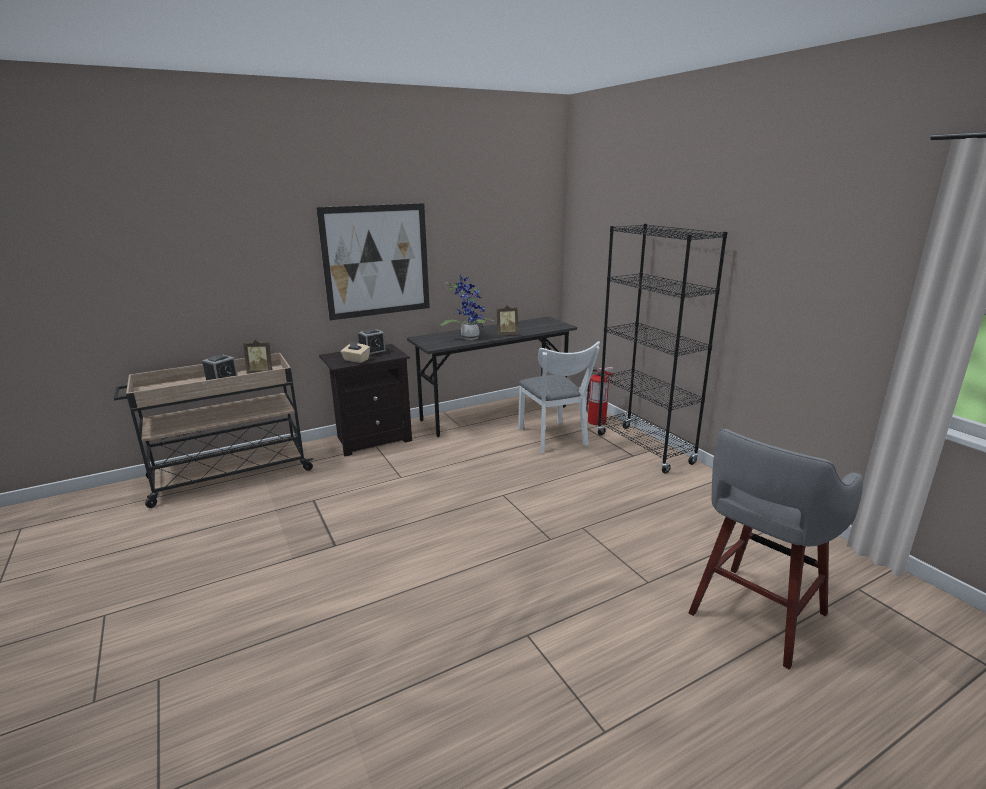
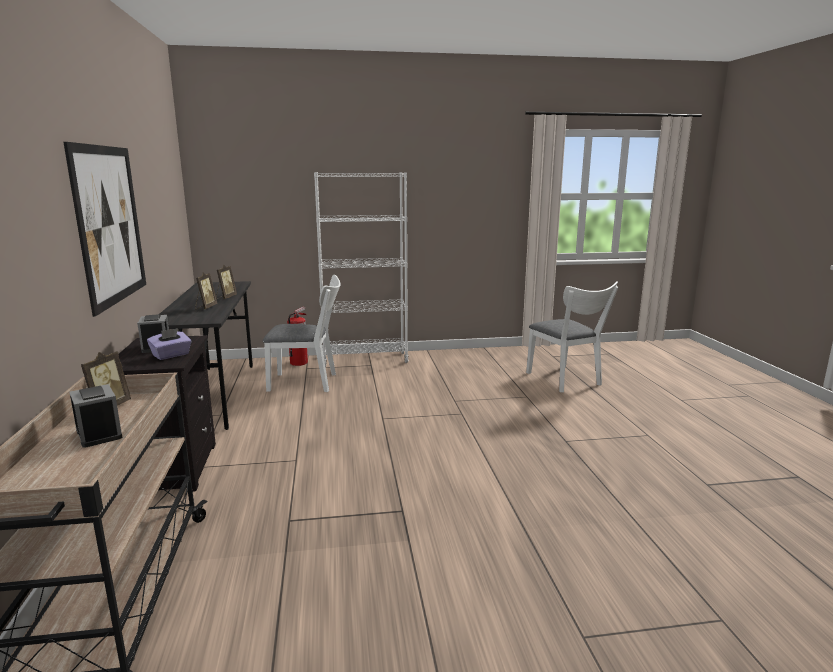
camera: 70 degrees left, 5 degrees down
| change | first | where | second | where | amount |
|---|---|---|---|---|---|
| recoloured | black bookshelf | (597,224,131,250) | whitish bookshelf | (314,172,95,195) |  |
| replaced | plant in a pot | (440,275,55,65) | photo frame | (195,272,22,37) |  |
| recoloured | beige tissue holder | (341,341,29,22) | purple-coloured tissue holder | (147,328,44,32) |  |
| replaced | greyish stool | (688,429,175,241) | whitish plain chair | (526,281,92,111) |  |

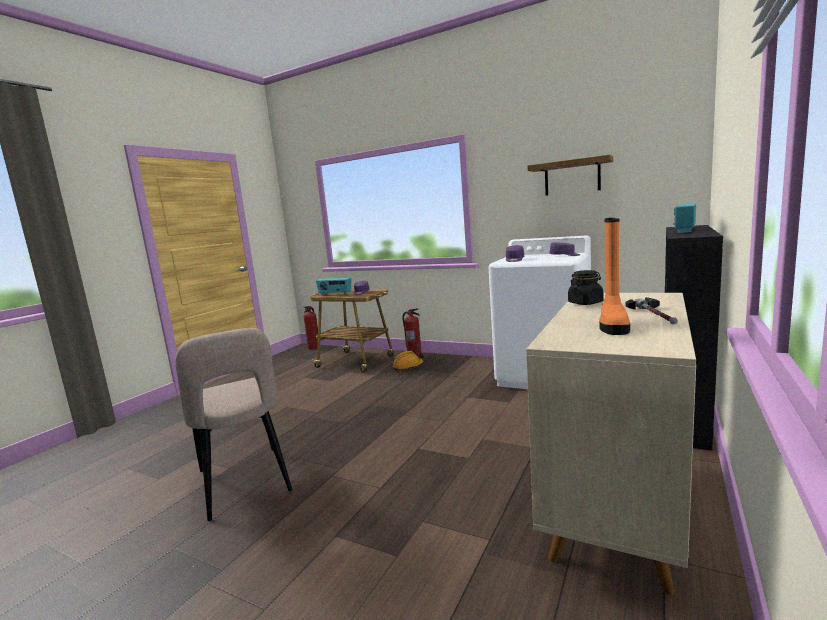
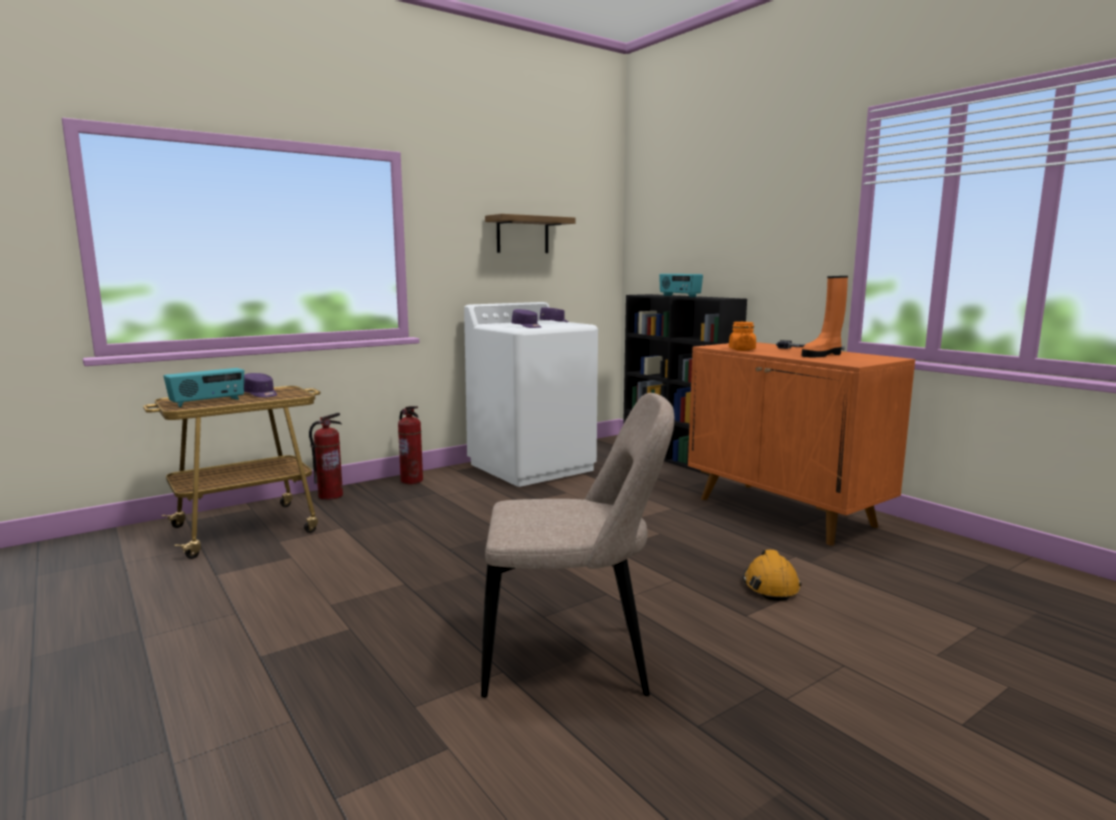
camera: 65 degrees left, 0 degrees up
| change | first | where | second | where | amount |
|---|---|---|---|---|---|
| turned | orangey tall boot | (599,218,31,117) |  | (802,276,46,81) | 105 degrees clockwise |
| recoloured | black storage jar | (568,270,36,35) | orangey storage jar | (729,322,27,29) |  |
| recoloured | beige storage cabinet | (526,293,170,302) | orangey storage cabinet | (688,342,227,203) |  |
| moved | fire-fighting cylinder | (303,306,15,44) |  | (398,406,25,78) |  |
| moved | orangey safety helmet | (393,351,31,19) |  | (743,550,58,51) |  |

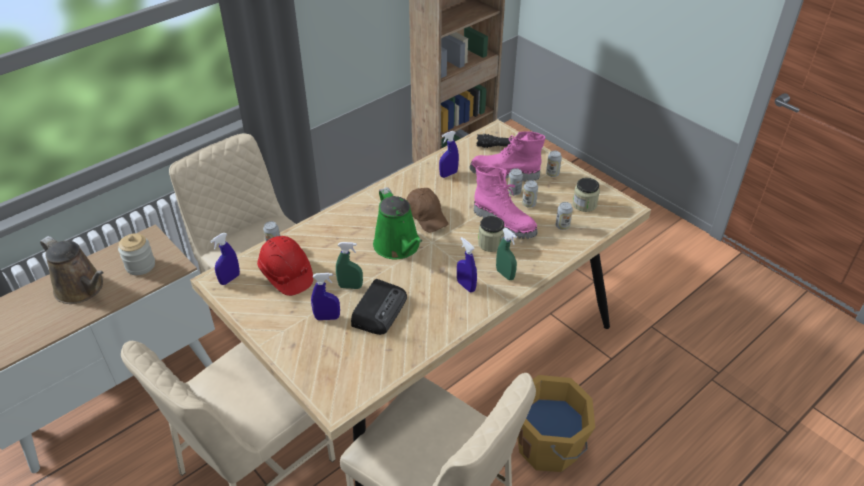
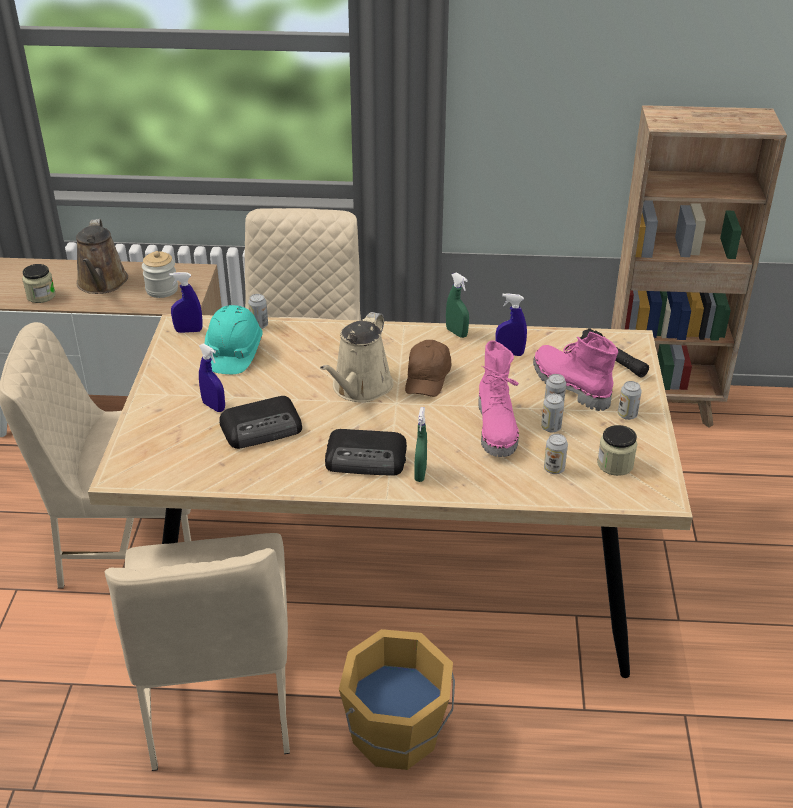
camera: 45 degrees right, 5 degrees down
| change | first | where | second | where | amount |
|---|---|---|---|---|---|
| recoloured | greenish sprinkling can | (373,187,49,72) | beige sprinkling can | (320,312,73,90) |  |
| moved | storage jar | (478,216,27,36) |  | (22,264,34,39) |  |
| recoloured | red safety helmet | (257,236,56,60) | blue-green safety helmet | (205,305,58,69) |  |
| replaced | blue spray bottle | (457,237,20,56) | radio | (325,429,82,47) |  |
| moved | greenish spray bottle | (336,242,27,47) |  | (446,272,23,66) |  |

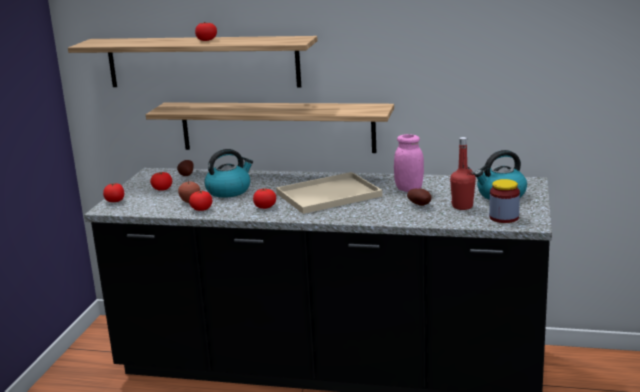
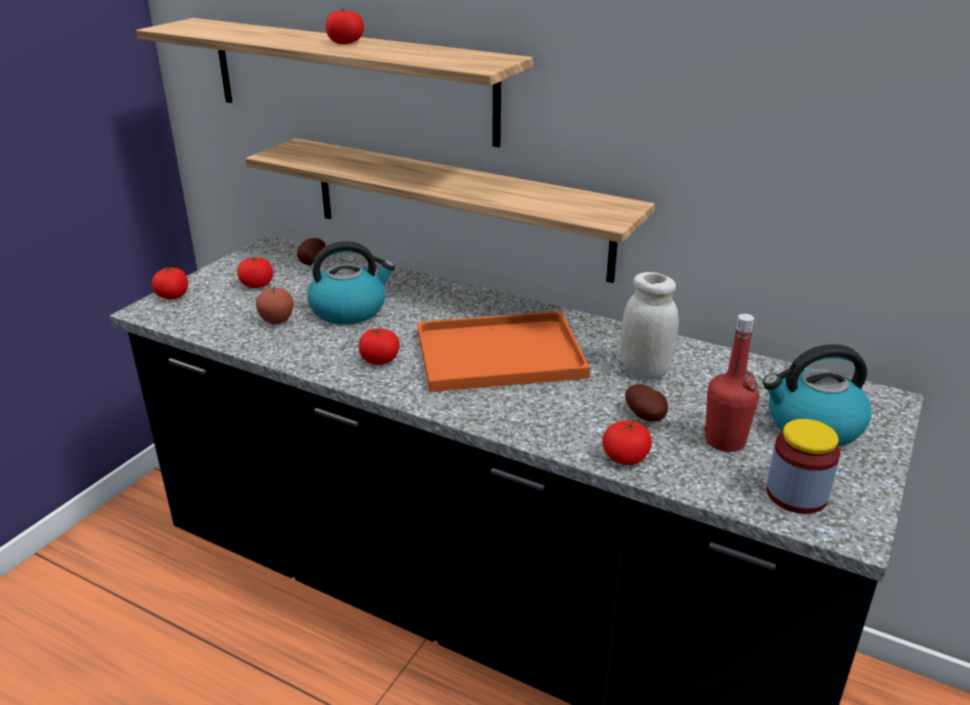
camera: 15 degrees right, 10 degrees up
| change | first | where | second | where | amount |
|---|---|---|---|---|---|
| recoloured | pink storage jar | (394,134,30,58) | whitish storage jar | (620,272,59,108) |  |
| recoloured | beige serving tray | (276,172,106,42) | orangey serving tray | (417,311,173,81) |  |
| moved | tomato | (189,190,24,21) |  | (603,420,49,45) |  |

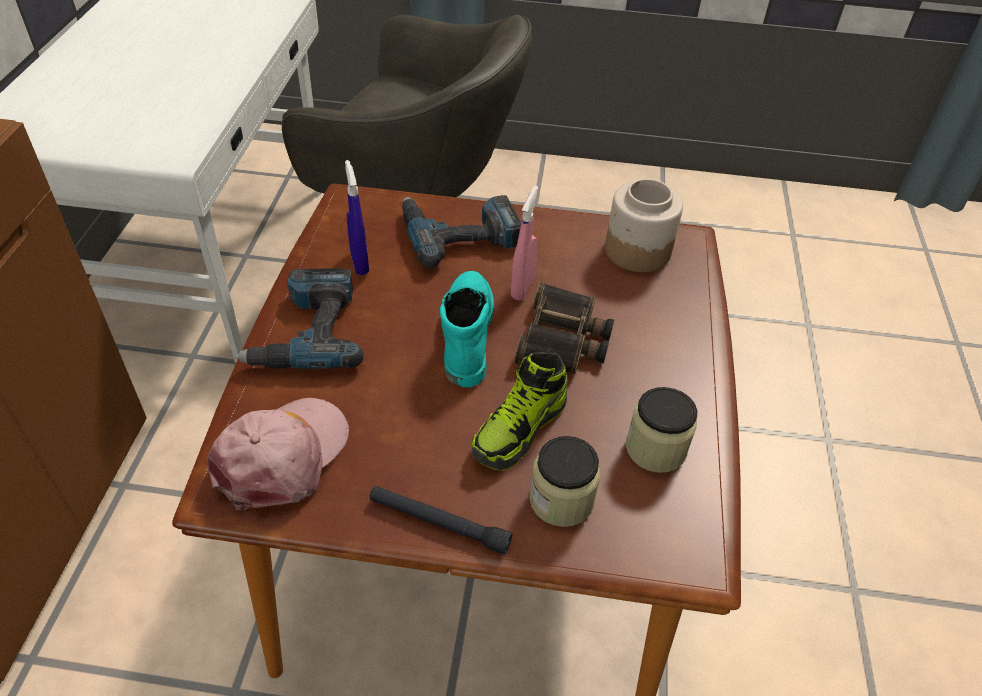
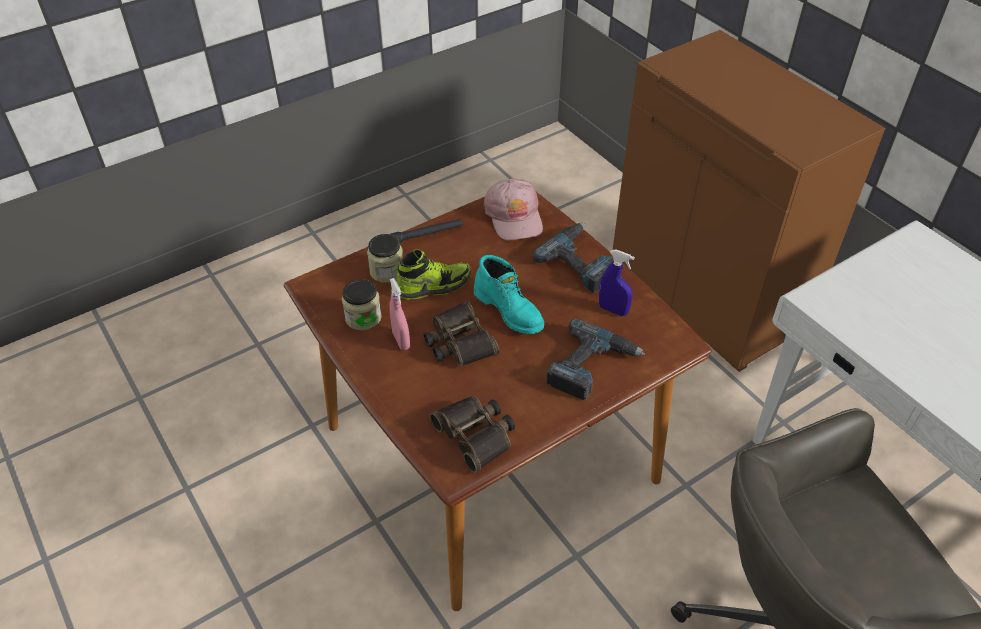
camera: 140 degrees right, 0 degrees up
| change | first | where | second | where | amount |
|---|---|---|---|---|---|
| replaced | storage jar | (605,179,78,93) | field glasses | (430,396,85,77) |  |
| moved | pink spray bottle | (511,185,27,116) |  | (389,278,21,72) |  |
| turned | low shoe | (472,352,95,119) |  | (397,249,74,51) | 75 degrees clockwise |

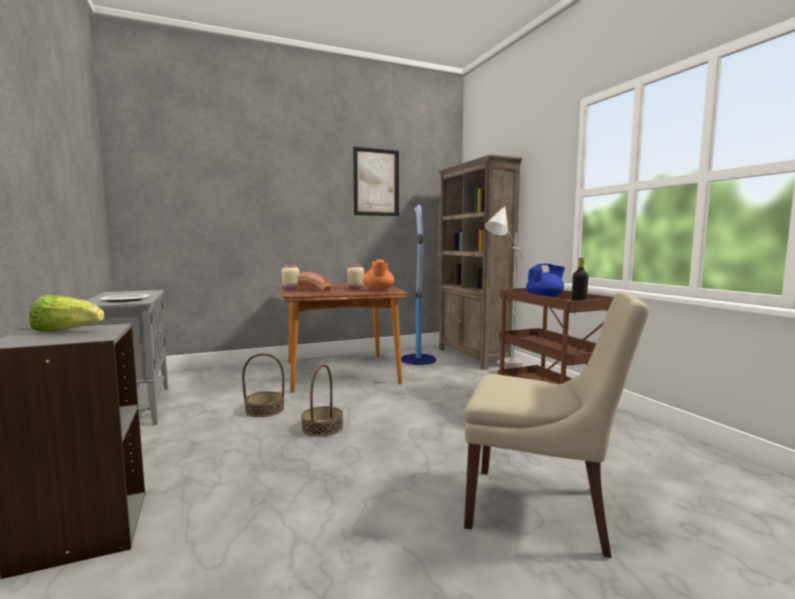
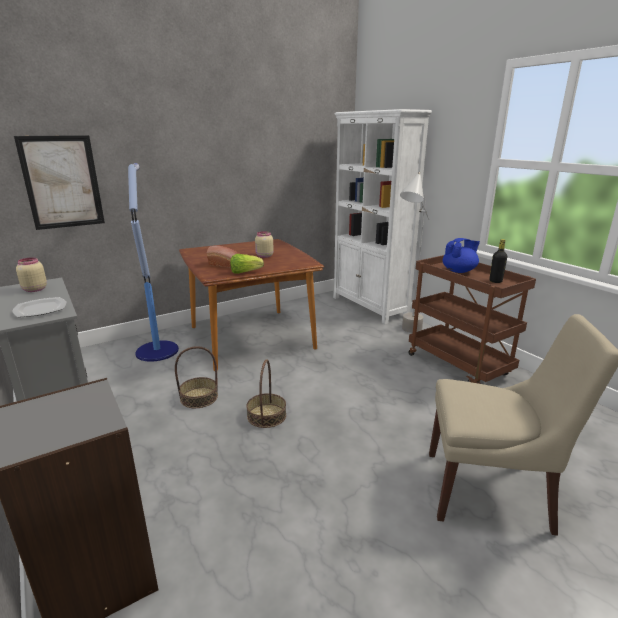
camera: 10 degrees left, 15 degrees up
| change | first | where | second | where | amount |
|---|---|---|---|---|---|
| moved | wall art | (353,147,46,69) |  | (14,135,91,95) |  |
| recoloured | brown-coloured bookshelf | (439,154,83,216) | whitish bookshelf | (333,109,99,215) |  |
| moved | floor lamp | (401,204,35,161) |  | (128,163,51,199) |  |
| removed | orangey pot for tea | (363,260,32,31) |  |  |  |
| moved | beige storage jar | (281,264,19,25) |  | (16,257,31,35) |  |
| moved | head of lettuce | (29,295,75,37) |  | (230,254,34,20) |  |

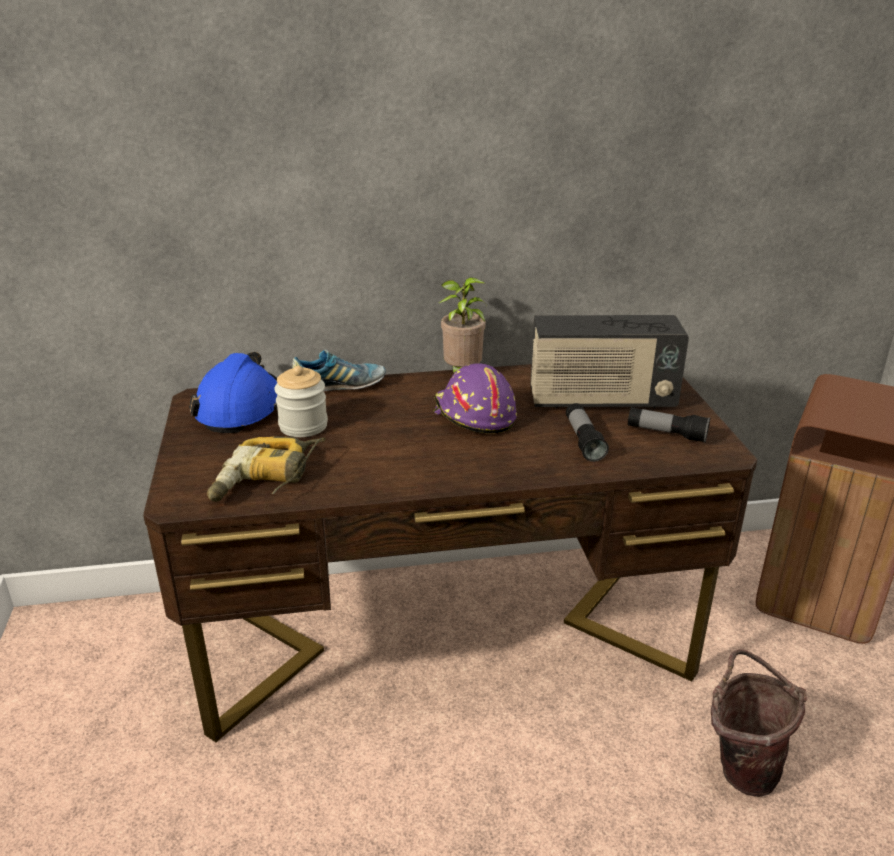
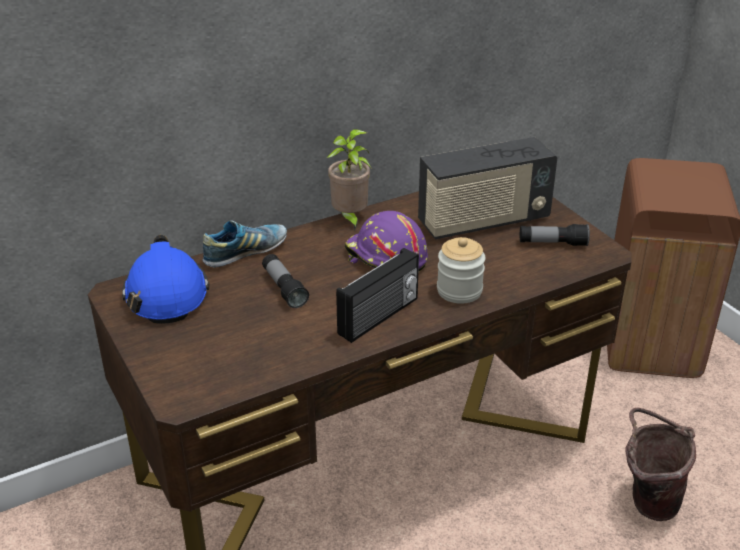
camera: 20 degrees left, 5 degrees up
| change | first | where | second | where | amount |
|---|---|---|---|---|---|
| moved | storage jar | (274,366,54,71) |  | (437,237,49,67) |  |
| moved | hand torch | (566,403,43,59) |  | (262,254,47,54) |  |
| removed | electric drill | (207,436,119,66) |  |  |  |
| added |  |  | radio | (336,248,83,95) |  |

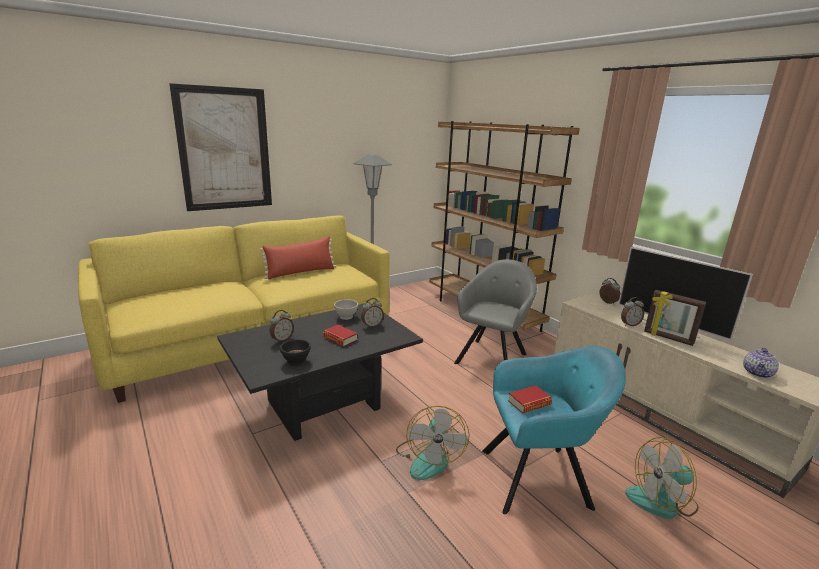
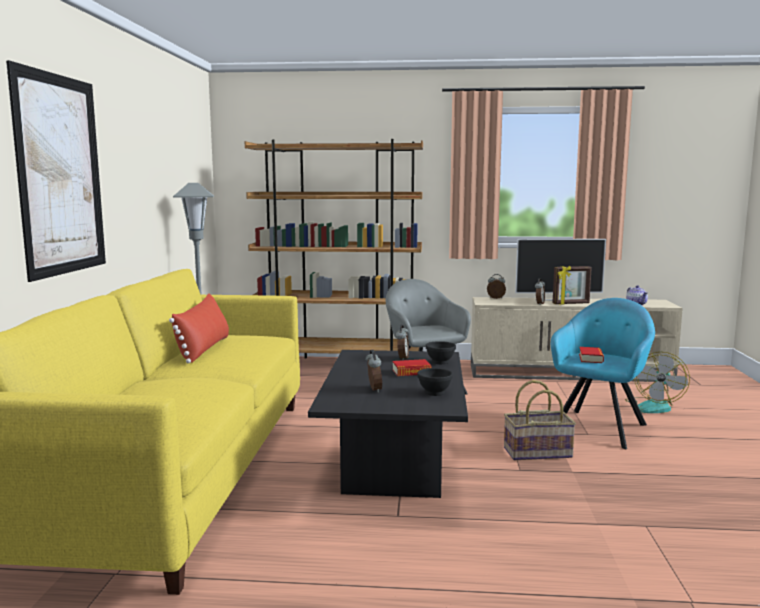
camera: 50 degrees left, 10 degrees down
| change | first | where | second | where | amount |
|---|---|---|---|---|---|
| removed | whitish deep dish | (334,299,24,21) |  |  |  |
| replaced | electric fan | (396,406,73,74) | storage basket | (504,380,72,80) |  |
| added |  |  | black deep dish | (426,341,30,23) |  |

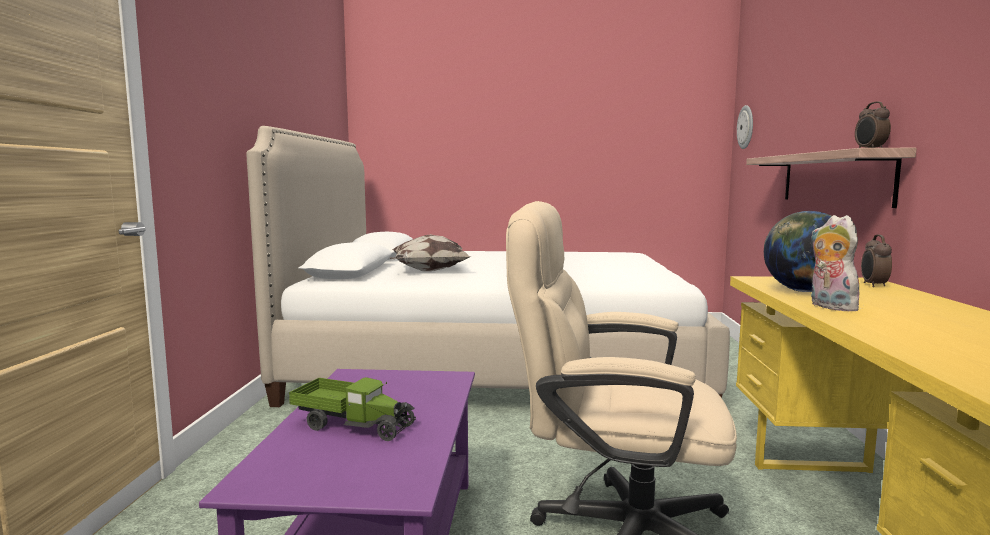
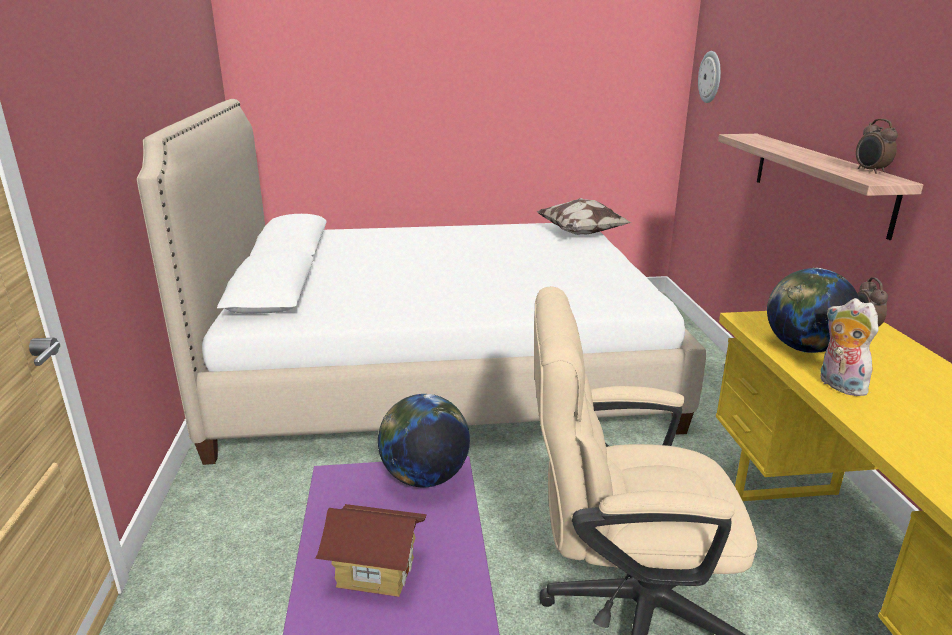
camera: 10 degrees left, 15 degrees up
| change | first | where | second | where | amount |
|---|---|---|---|---|---|
| moved | throw pillow | (390,234,81,37) |  | (537,198,95,37) |  |
| replaced | model truck | (289,377,127,64) | miniature house | (315,504,112,93) |  |
| added |  |  | desk globe | (378,394,92,93) |  |

